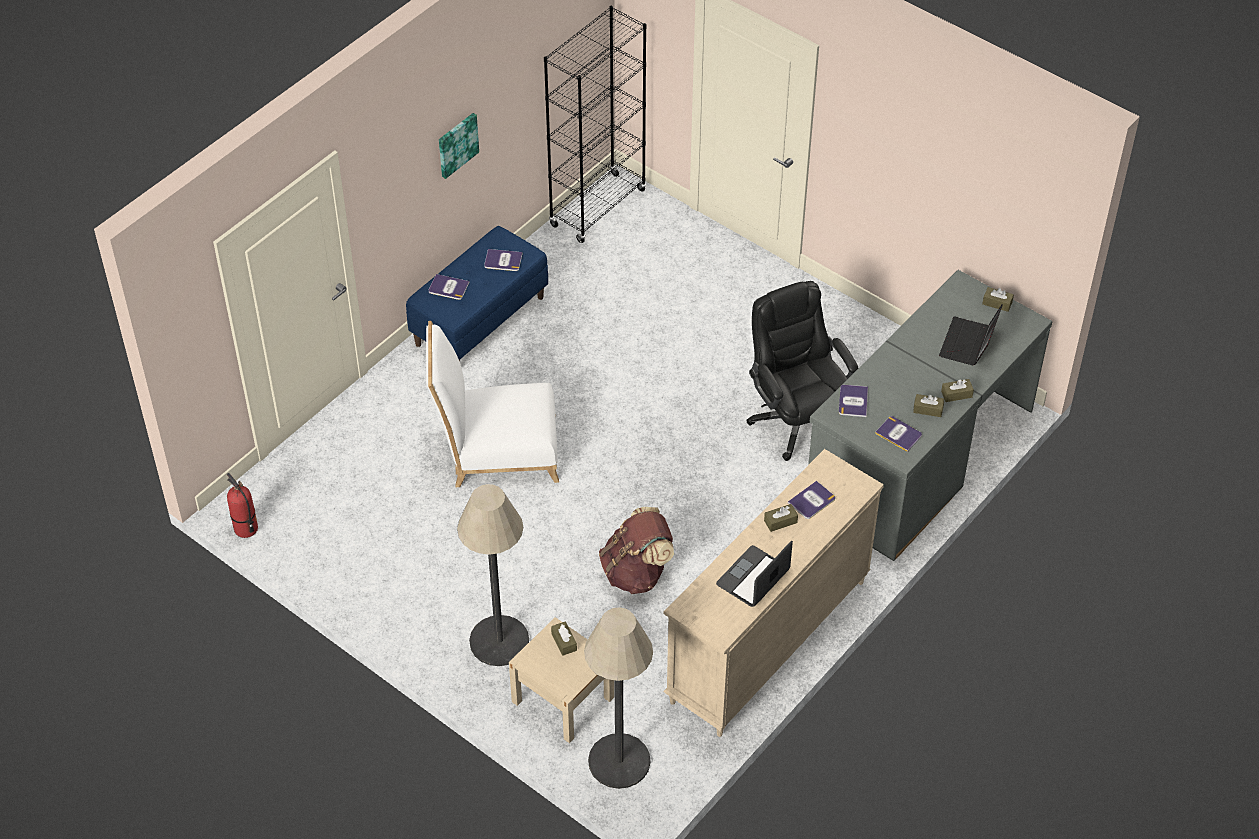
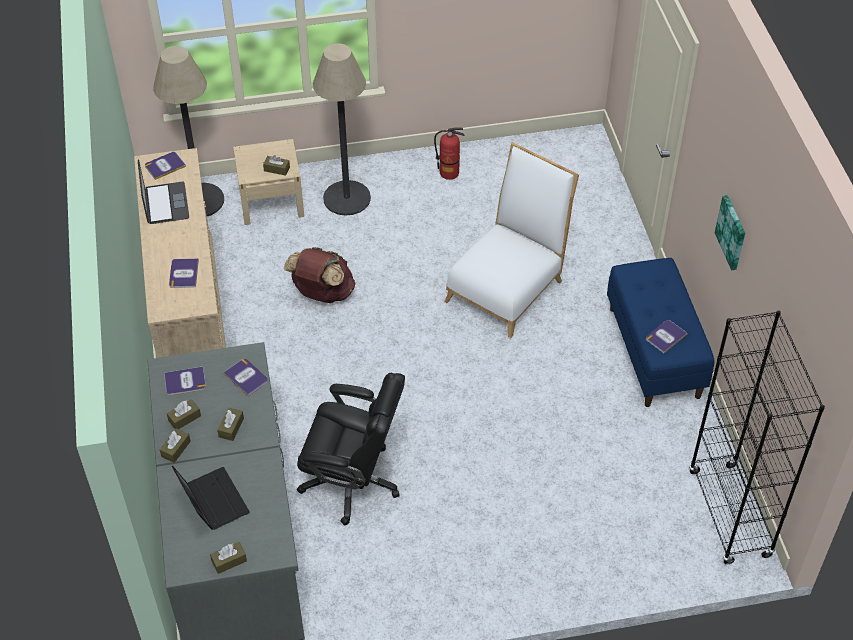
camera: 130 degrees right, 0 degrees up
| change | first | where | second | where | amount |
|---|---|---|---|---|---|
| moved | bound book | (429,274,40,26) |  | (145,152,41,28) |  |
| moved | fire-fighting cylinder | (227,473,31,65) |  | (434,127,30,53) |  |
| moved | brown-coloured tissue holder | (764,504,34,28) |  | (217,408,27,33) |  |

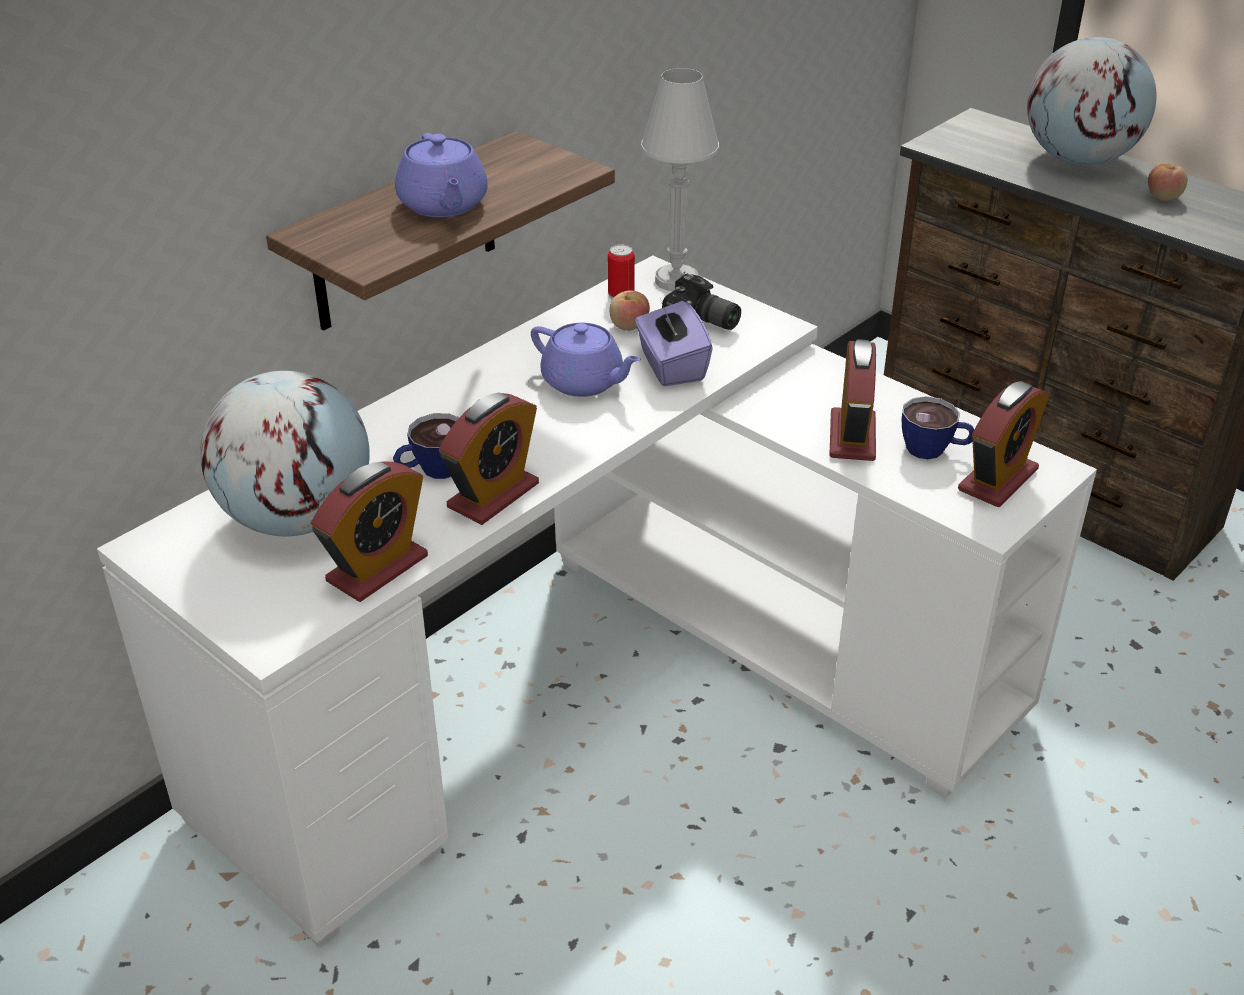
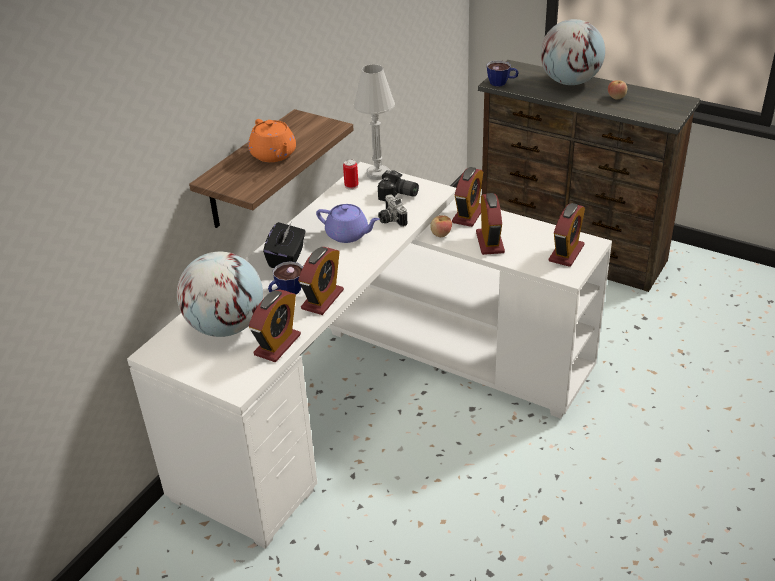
camera: 10 degrees left, 0 degrees up
| change | first | where | second | where | amount |
|---|---|---|---|---|---|
| recoloured | purple-coloured pot for tea | (395,133,93,84) | orangey pot for tea | (248,119,48,43) |  |
| moved | apple fruit | (609,290,41,41) |  | (430,215,22,22) |  |
| replaced | purple-coloured tissue holder | (635,299,78,87) | photo camera | (378,194,29,33) |  |
| moved | cup | (902,396,72,63) |  | (487,60,32,26) |  |
| added |  |  | bedside clock | (452,167,31,60) |  |
| added |  |  | black tissue holder | (263,222,43,46) |  |

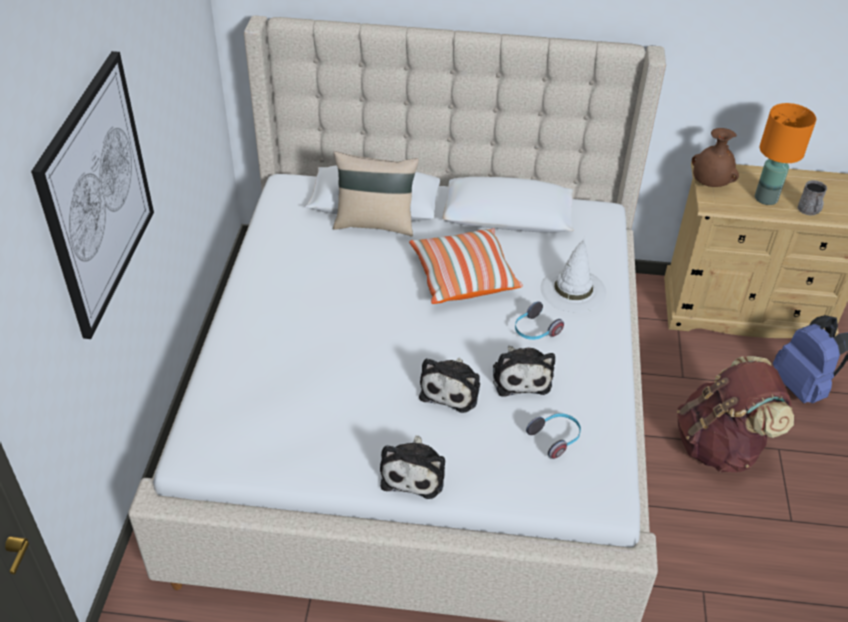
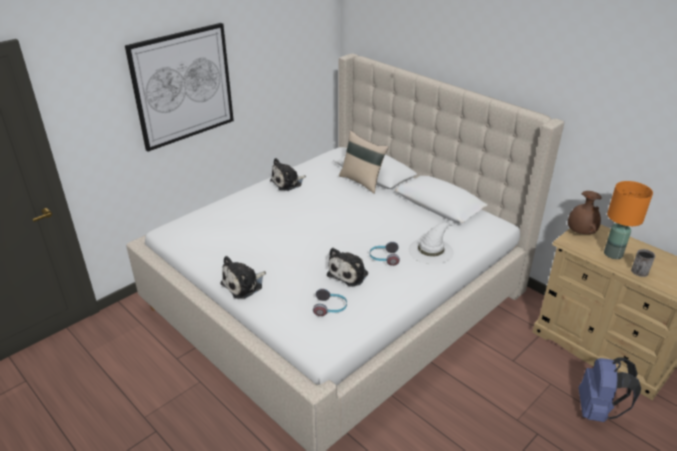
camera: 40 degrees right, 10 degrees down
| change | first | where | second | where | amount |
|---|---|---|---|---|---|
| removed | throw pillow | (409,228,114,76) |  |  |  |
| removed | brown-coloured knapsack | (677,356,117,116) |  |  |  |
| moved | soft toy | (419,358,61,55) |  | (270,158,36,33) |  |

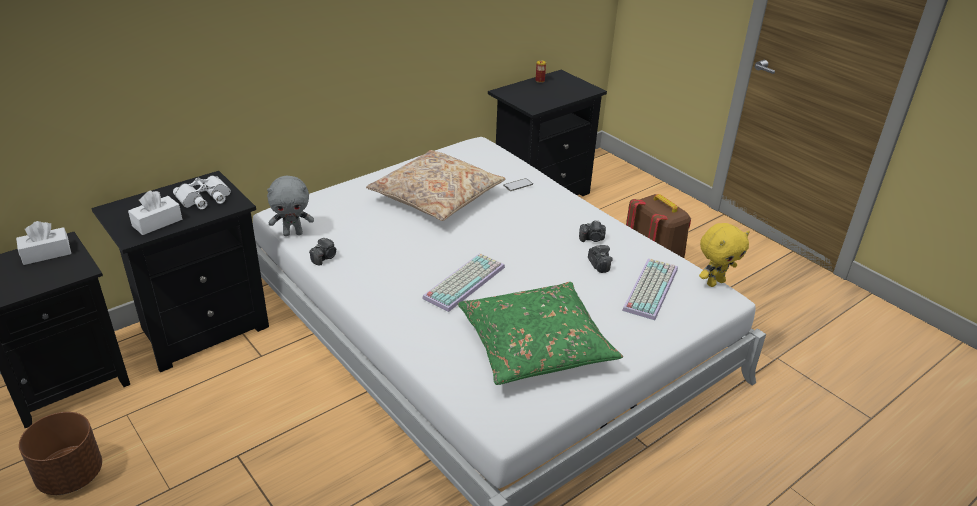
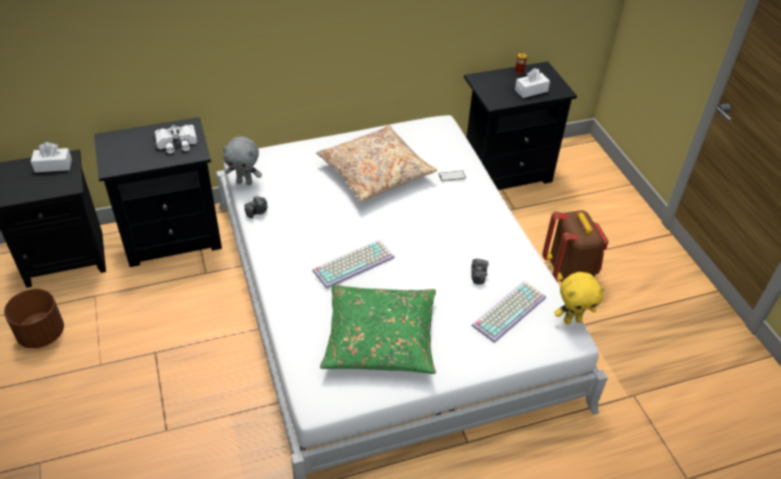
camera: 20 degrees right, 10 degrees up
| change | first | where | second | where | amount |
|---|---|---|---|---|---|
| moved | whitish tissue holder | (128,190,54,45) |  | (515,68,35,30) |  |
| removed | photo camera | (579,220,27,22) |  |  |  |

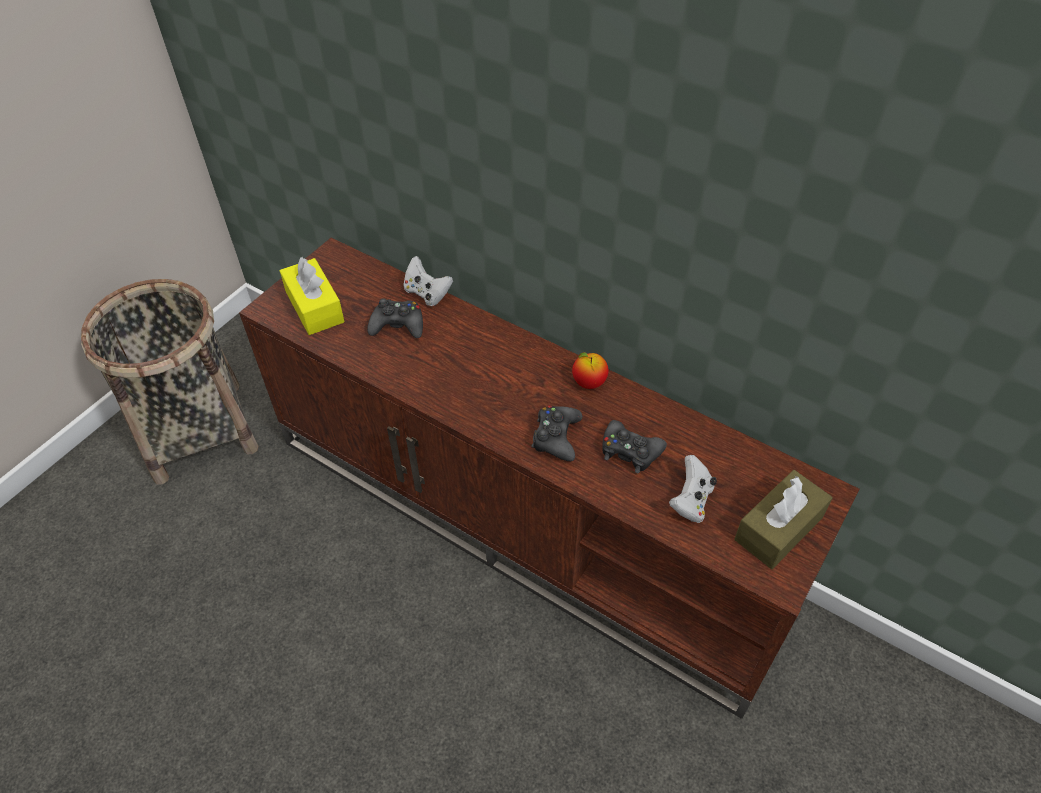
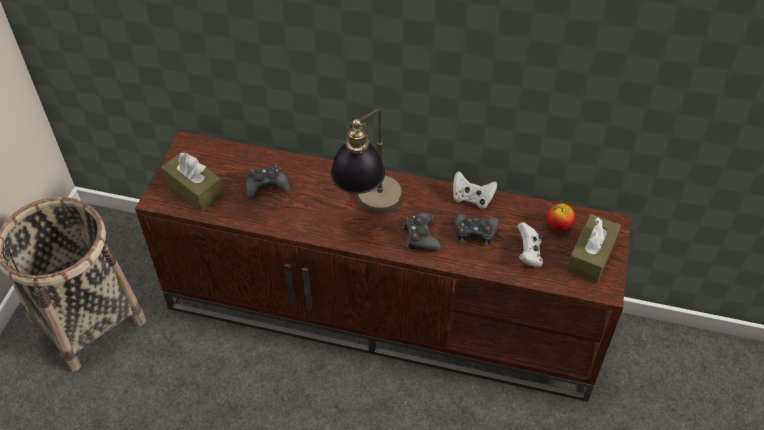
camera: 20 degrees left, 0 degrees up
| change | first | where | second | where | amount |
|---|---|---|---|---|---|
| moved | whitish gamepad | (403,256,50,50) |  | (453,171,44,37) |  |
| recoloured | yellow-coloured tissue holder | (280,257,65,78) | brown-coloured tissue holder | (161,151,63,60) |  |
| moved | apple fruit | (572,352,36,37) |  | (547,203,28,28) |  |
| added |  |  | tabletop lamp | (331,109,73,105) |  |

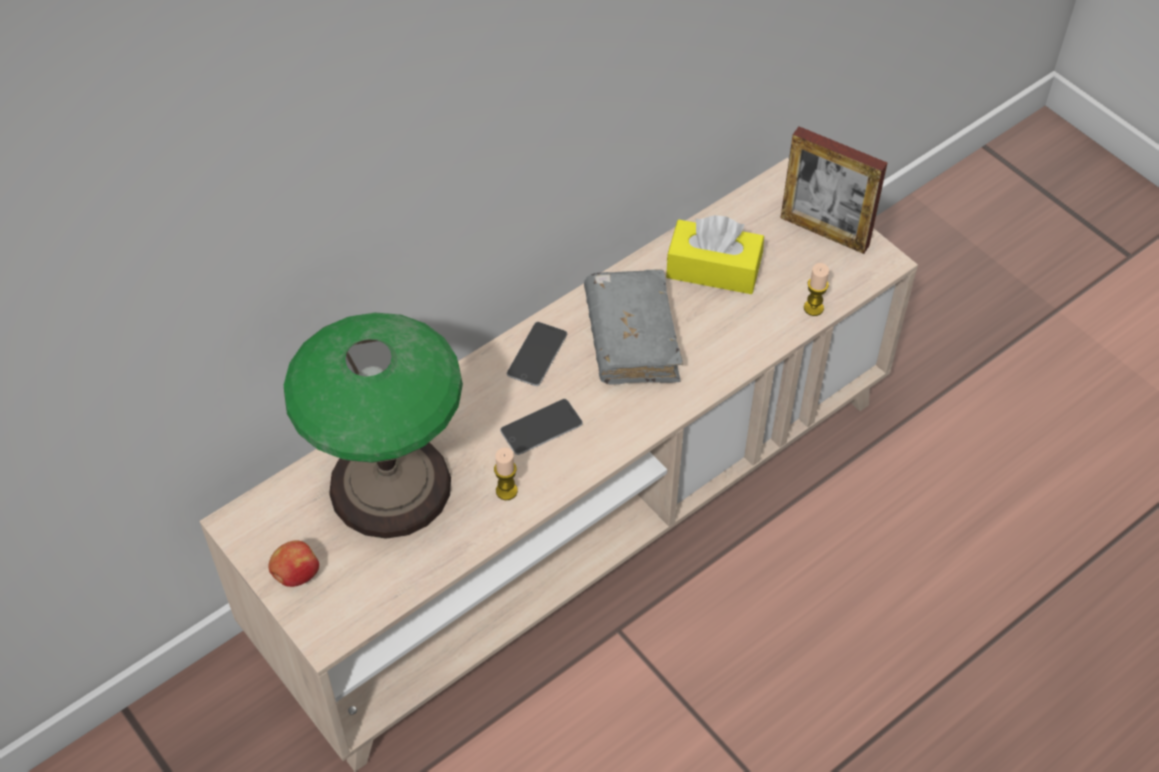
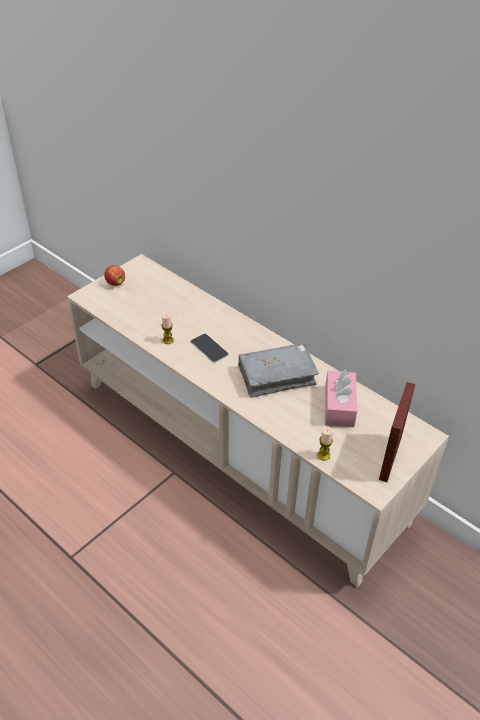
camera: 80 degrees right, 10 degrees down
| change | first | where | second | where | amount |
|---|---|---|---|---|---|
| recoloured | yellow-coloured tissue holder | (666,215,98,79) | pink tissue holder | (325,369,32,58) |  |
| removed | tabletop lamp | (284,312,179,227) |  |  |  |
| removed | handset | (507,322,60,64) |  |  |  |

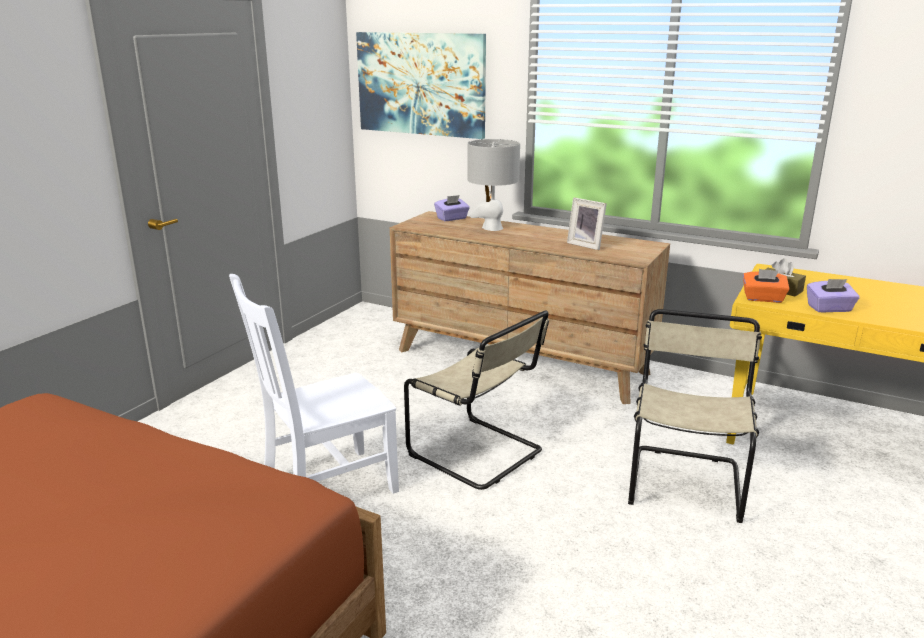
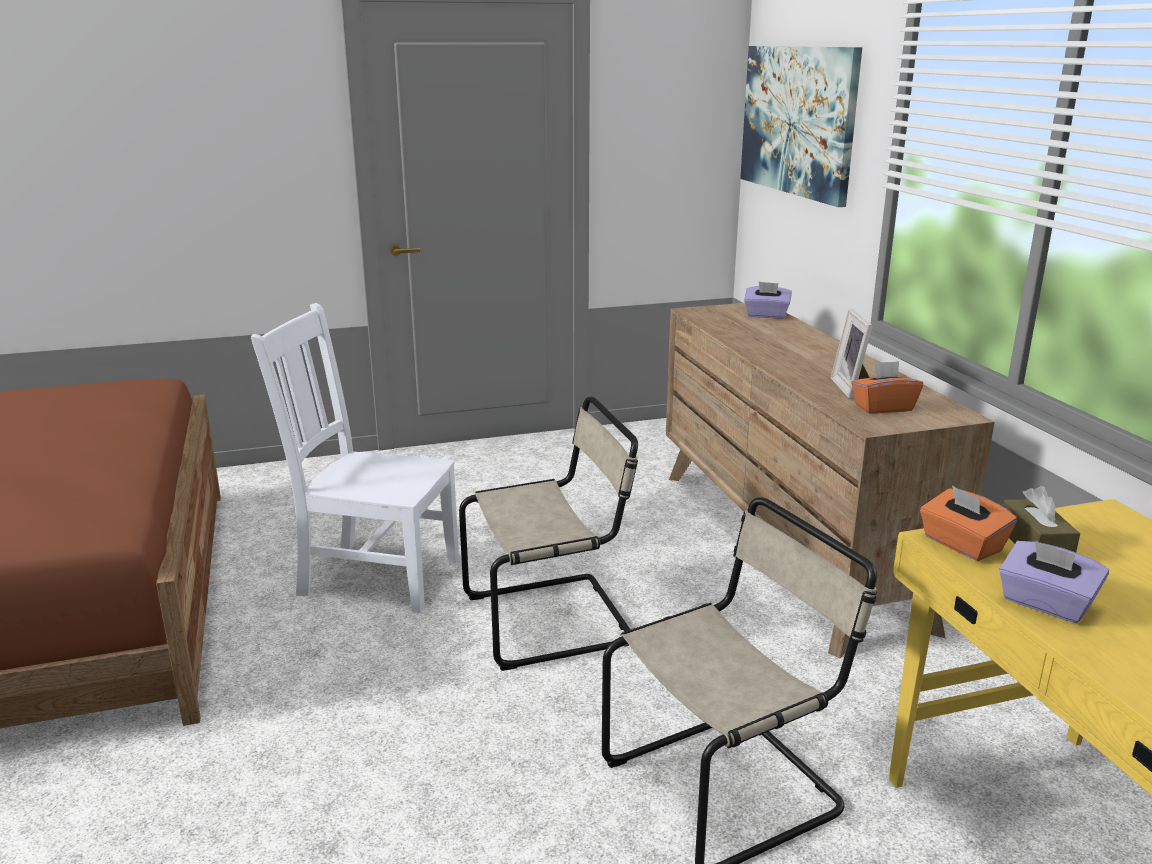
camera: 45 degrees right, 0 degrees up
| change | first | where | second | where | amount |
|---|---|---|---|---|---|
| removed | greyish tabletop lamp | (467,139,53,92) |  |  |  |
| turned | beige plain chair | (404,311,145,179) |  | (459,397,179,274) | 105 degrees counterclockwise |
| added |  |  | orangey tissue holder | (851,361,72,53) |  |

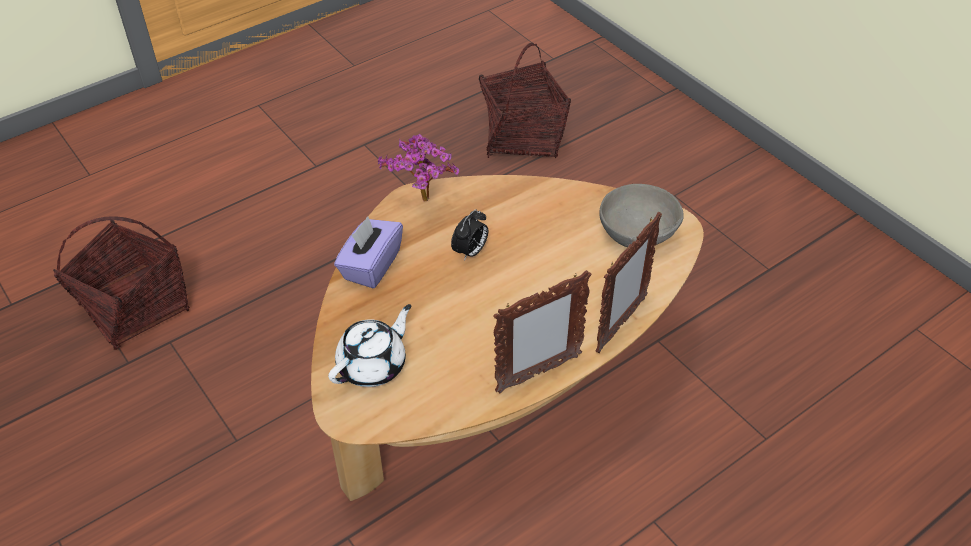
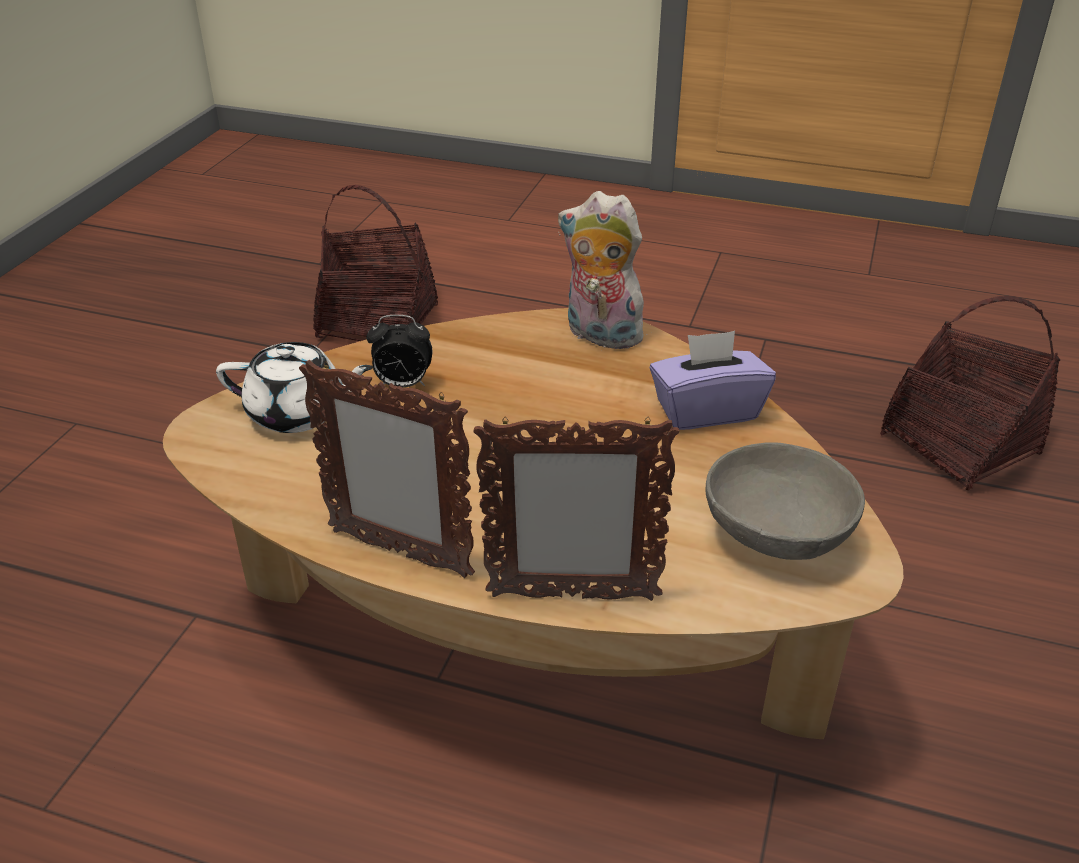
camera: 55 degrees right, 10 degrees down
| change | first | where | second | where | amount |
|---|---|---|---|---|---|
| replaced | plant in a pot | (378,134,81,68) | soft toy | (558,191,89,160) |  |
| moved | bedside clock | (451,209,37,52) |  | (366,315,67,73) |  |
| moved | purple-coloured tissue holder | (334,216,69,72) |  | (650,331,126,99) |  |

